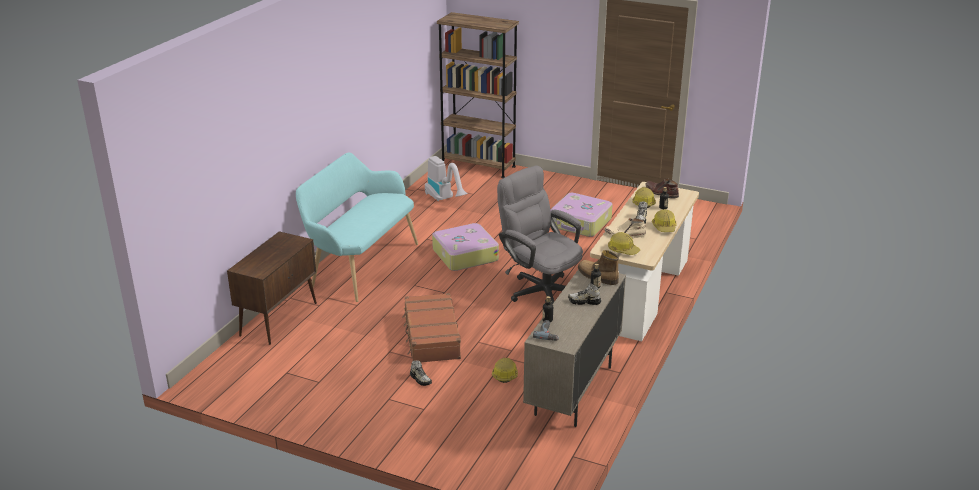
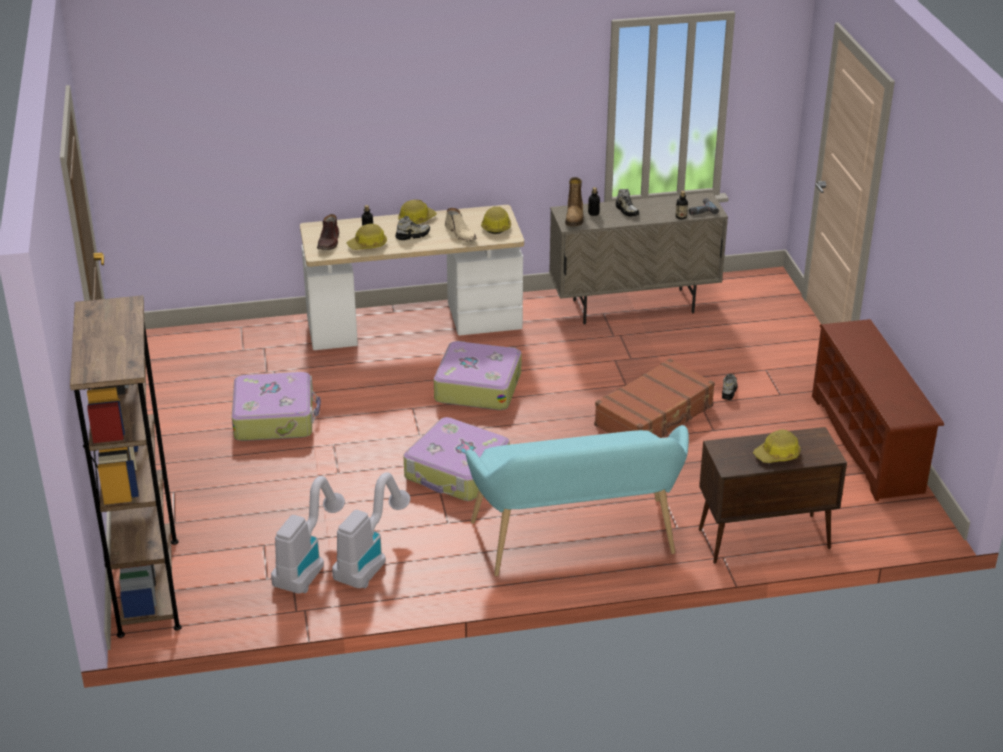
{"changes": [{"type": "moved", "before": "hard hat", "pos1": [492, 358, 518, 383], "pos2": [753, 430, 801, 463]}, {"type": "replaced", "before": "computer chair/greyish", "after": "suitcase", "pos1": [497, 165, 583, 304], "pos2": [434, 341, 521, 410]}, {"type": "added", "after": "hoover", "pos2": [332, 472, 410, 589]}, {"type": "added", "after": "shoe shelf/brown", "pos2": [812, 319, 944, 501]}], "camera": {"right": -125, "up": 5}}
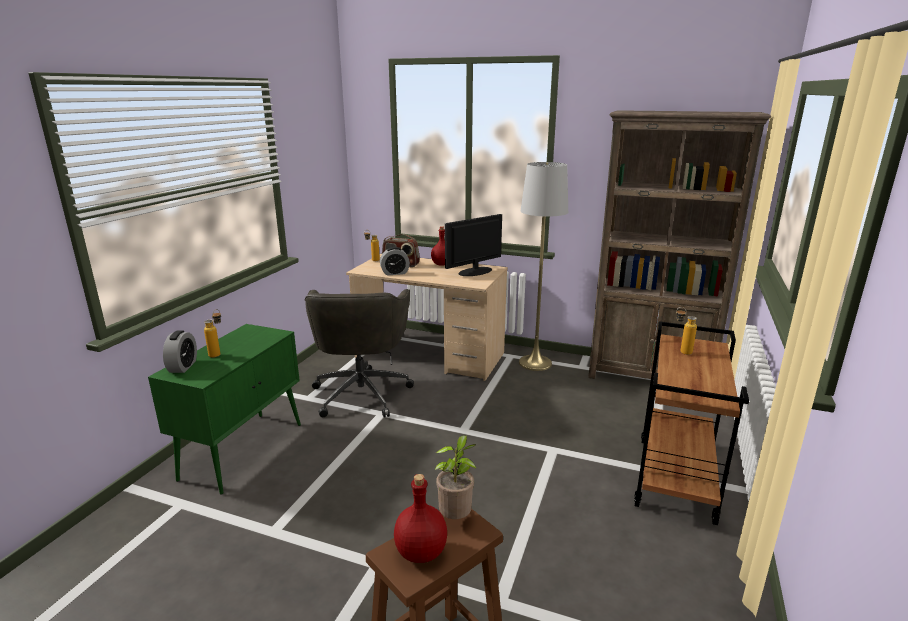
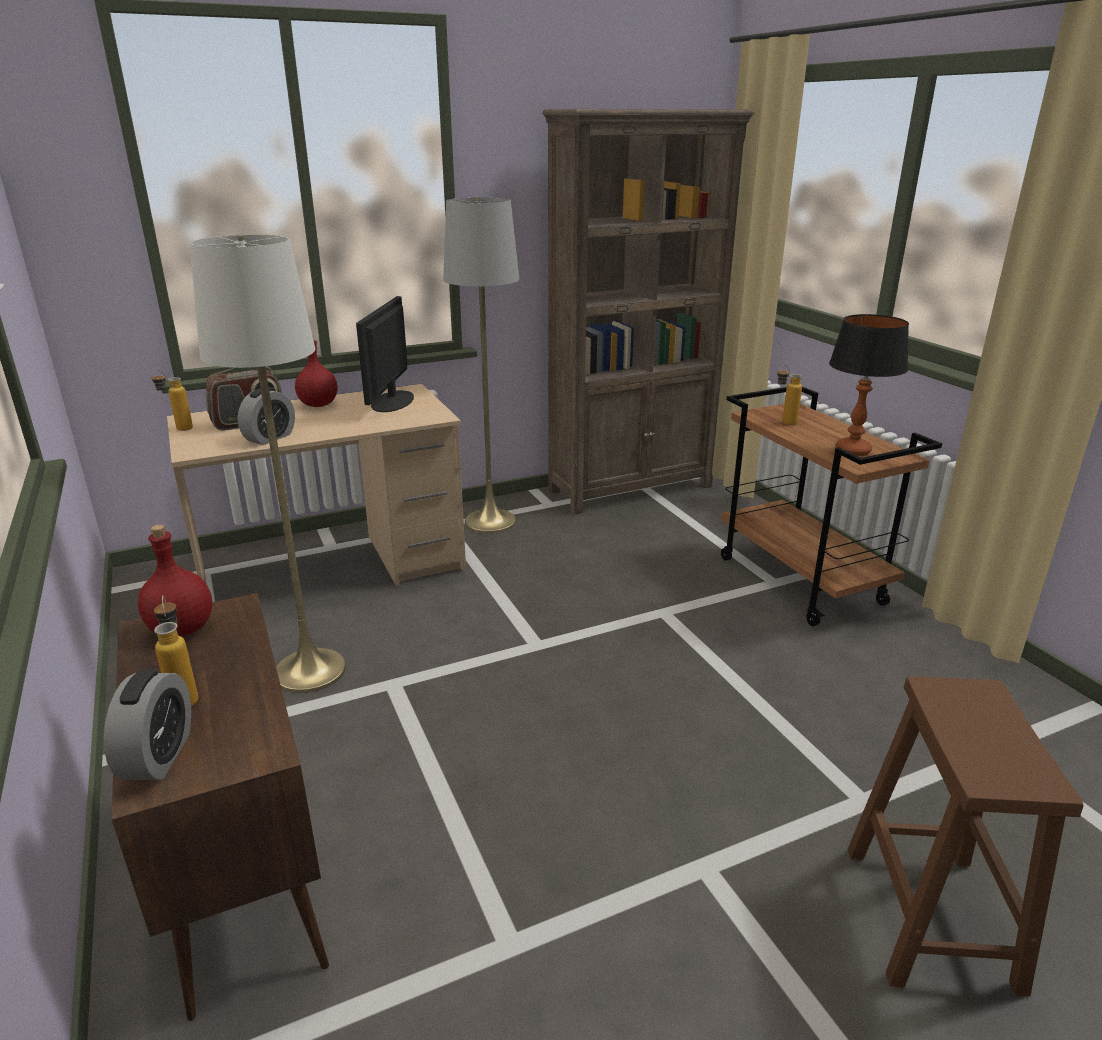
{"changes": [{"type": "recoloured", "before": "storage cabinet/green-coloured", "after": "storage cabinet/brown", "pos1": [148, 324, 301, 495], "pos2": [111, 593, 329, 1021]}, {"type": "turned", "before": "table clock", "pos1": [163, 330, 197, 373], "pos2": [104, 669, 191, 780], "turn": 45}, {"type": "replaced", "before": "computer chair/greyish", "after": "floor lamp/white-coloured", "pos1": [305, 289, 414, 418], "pos2": [190, 234, 346, 693]}, {"type": "moved", "before": "bottle/red-coloured", "pos1": [394, 474, 447, 563], "pos2": [138, 524, 212, 637]}, {"type": "removed", "before": "plant in a pot", "pos1": [435, 435, 476, 519]}, {"type": "added", "after": "lamp for a table", "pos2": [829, 314, 909, 456]}], "camera": {"right": -45, "up": 5}}
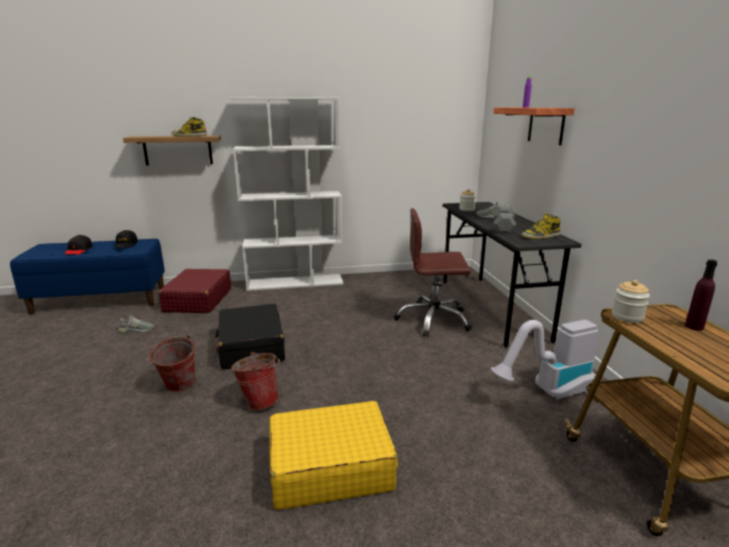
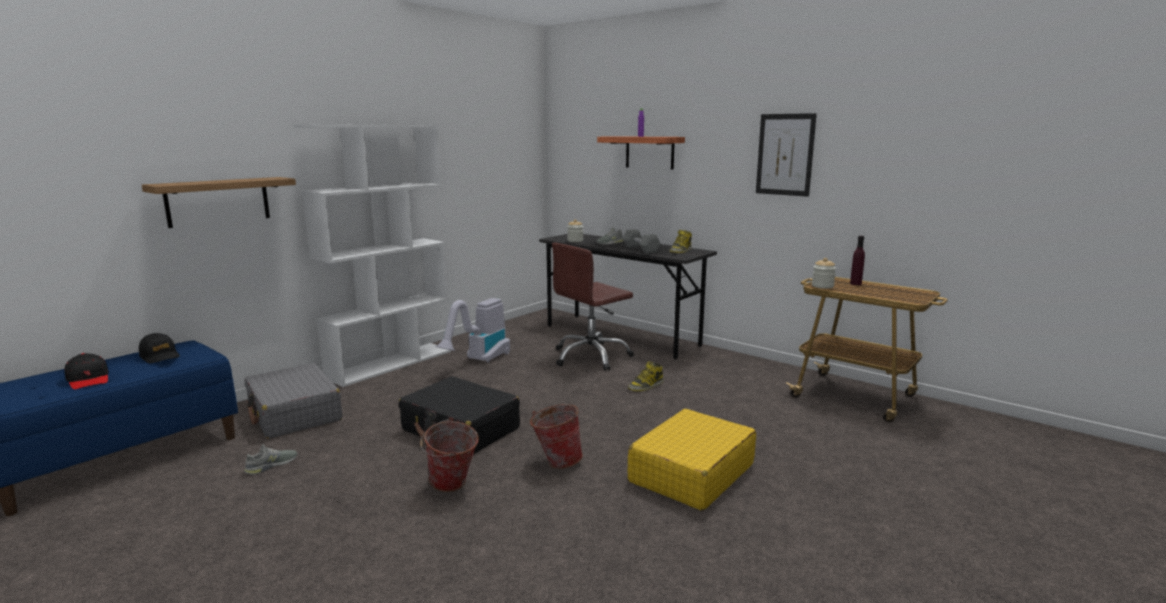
{"changes": [{"type": "recoloured", "before": "suitcase/red-coloured", "after": "suitcase/greyish", "pos1": [159, 269, 231, 313], "pos2": [245, 363, 342, 439]}, {"type": "moved", "before": "high-top boot", "pos1": [171, 117, 207, 137], "pos2": [628, 361, 664, 391]}, {"type": "moved", "before": "hoover", "pos1": [491, 320, 598, 400], "pos2": [435, 298, 510, 363]}, {"type": "added", "after": "wall picture", "pos2": [756, 113, 817, 197]}], "camera": {"right": -40, "up": -5}}
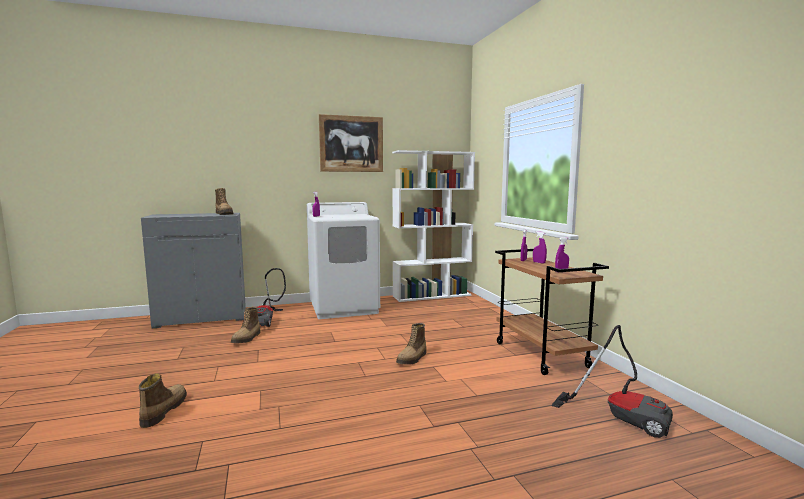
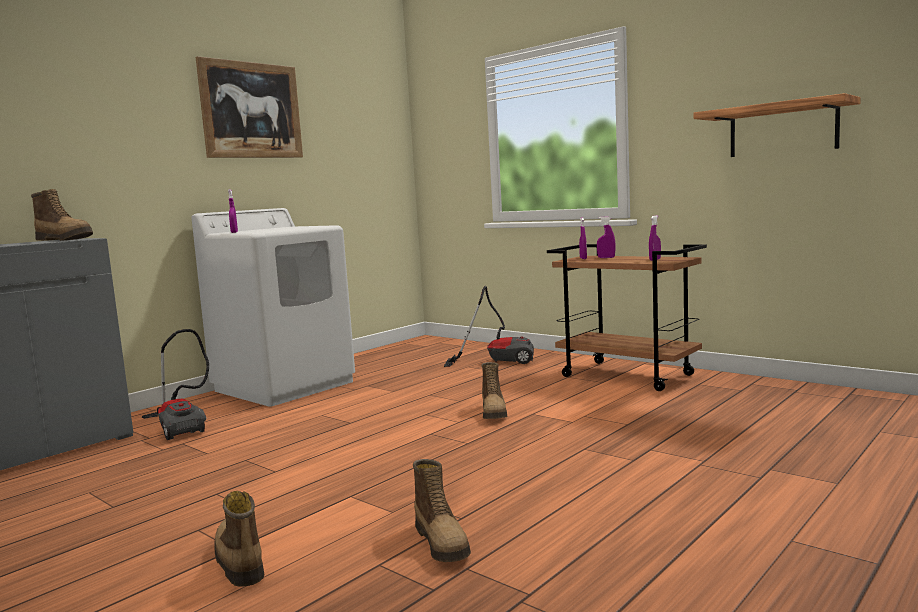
{"changes": [{"type": "moved", "before": "high-top boot", "pos1": [231, 307, 261, 343], "pos2": [413, 459, 471, 562]}, {"type": "removed", "before": "bookshelf/white-coloured", "pos1": [392, 150, 475, 302]}, {"type": "moved", "before": "hoover", "pos1": [552, 325, 673, 438], "pos2": [444, 286, 534, 367]}, {"type": "added", "after": "bracket shelf", "pos2": [694, 93, 861, 157]}], "camera": {"right": -30, "up": 0}}
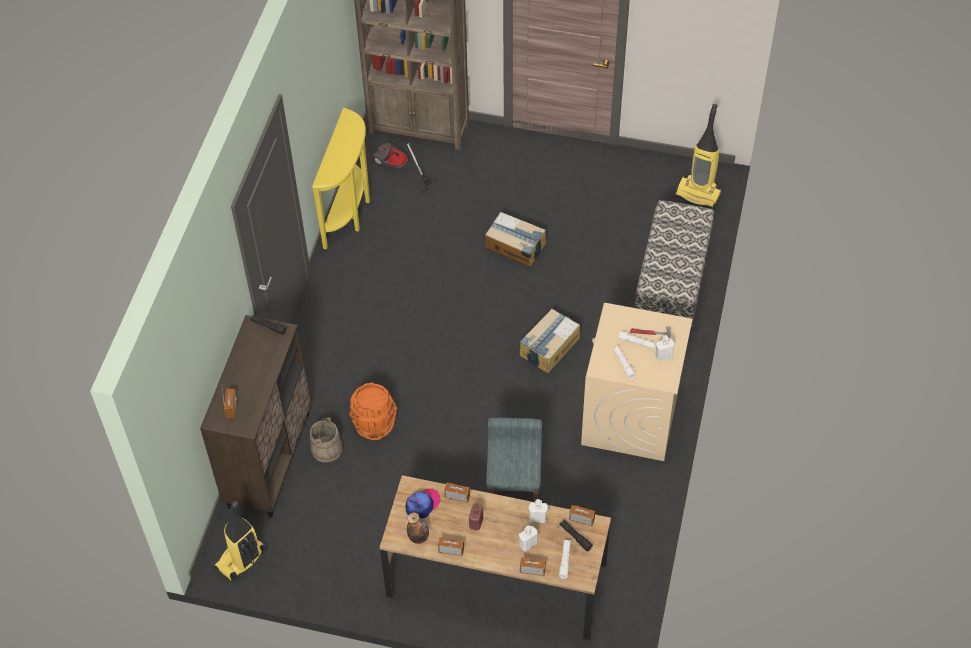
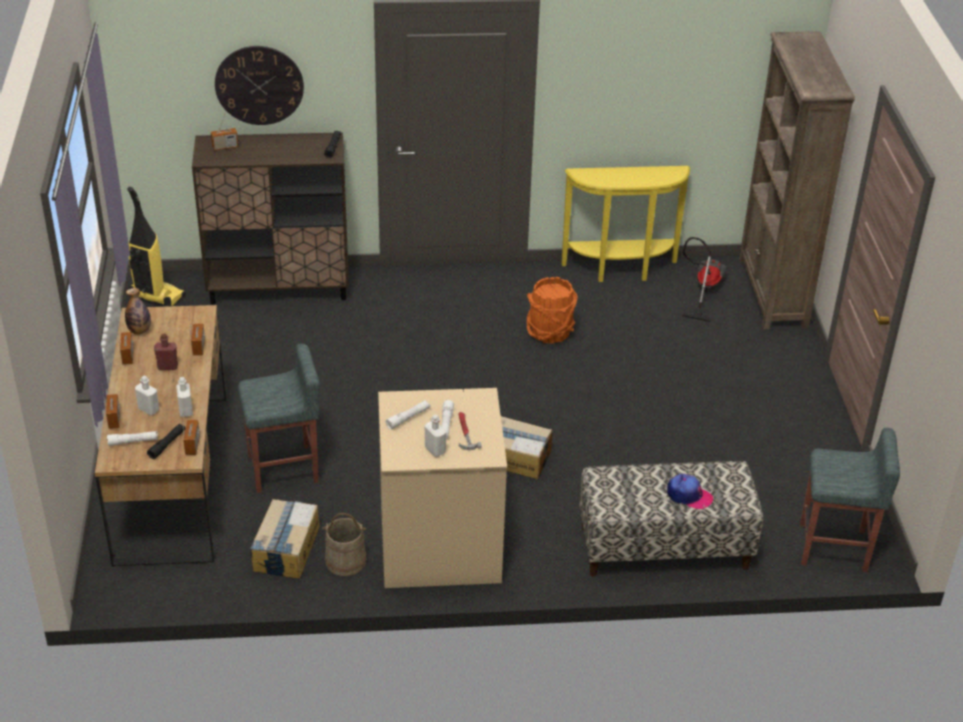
{"changes": [{"type": "moved", "before": "water bucket/beige", "pos1": [310, 417, 342, 463], "pos2": [322, 513, 366, 576]}, {"type": "moved", "before": "water bucket/orange-coloured", "pos1": [349, 383, 397, 440], "pos2": [527, 277, 577, 344]}, {"type": "moved", "before": "peaked cap", "pos1": [405, 489, 441, 519], "pos2": [667, 474, 713, 509]}, {"type": "moved", "before": "packing box", "pos1": [485, 212, 546, 267], "pos2": [250, 499, 320, 578]}, {"type": "replaced", "before": "hoover", "after": "stool seat/greyish", "pos1": [675, 104, 722, 209], "pos2": [800, 428, 900, 572]}, {"type": "added", "after": "clock on the wall", "pos2": [215, 46, 304, 125]}], "camera": {"right": 70, "up": -15}}
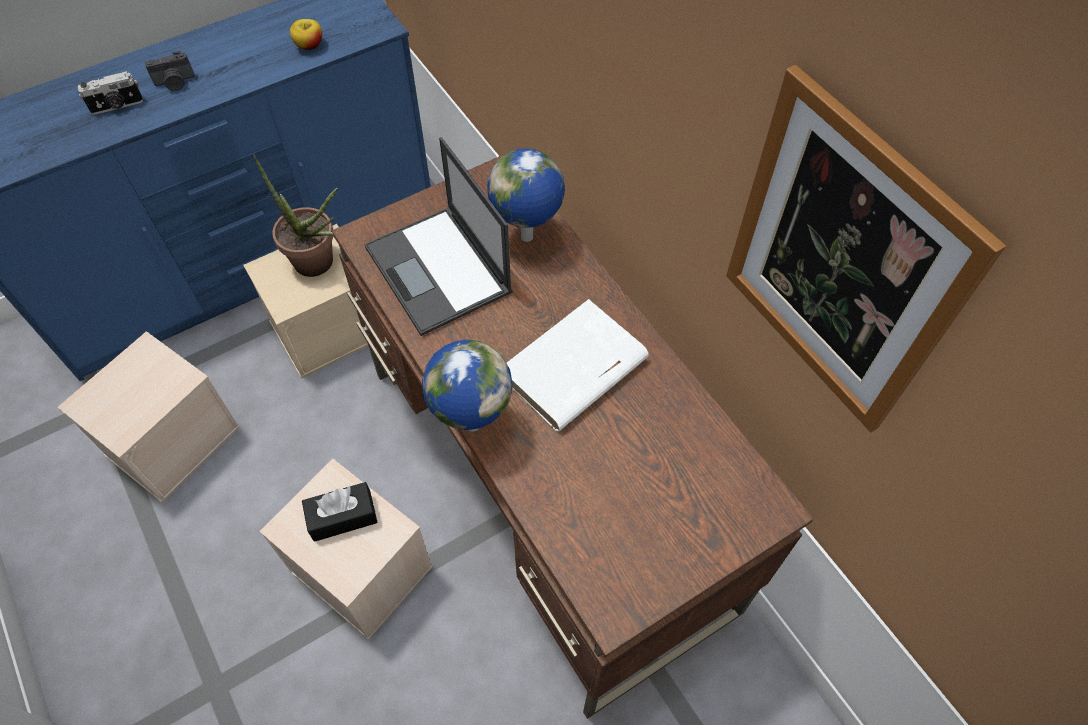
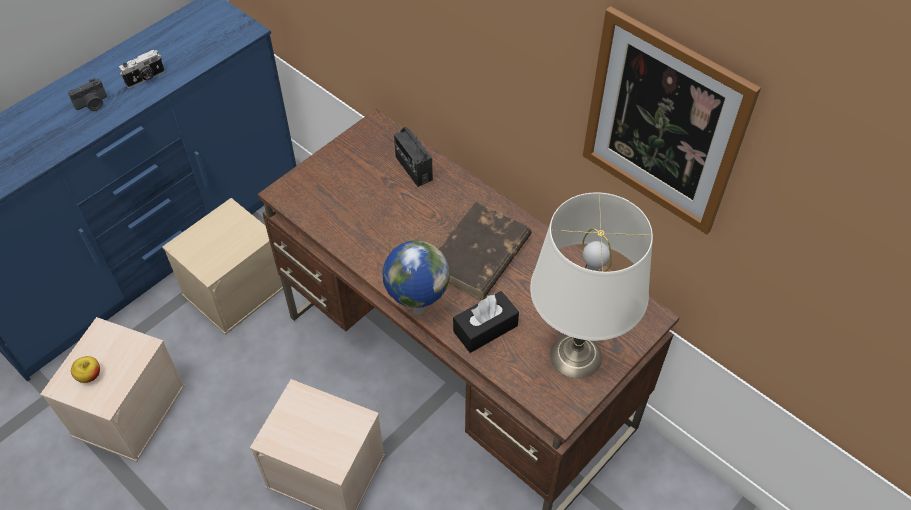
{"changes": [{"type": "moved", "before": "photo camera", "pos1": [78, 71, 143, 115], "pos2": [119, 50, 165, 88]}, {"type": "removed", "before": "plant in a pot", "pos1": [253, 154, 338, 277]}, {"type": "moved", "before": "apple fruit", "pos1": [290, 19, 322, 50], "pos2": [71, 356, 100, 383]}, {"type": "moved", "before": "tissue holder/black", "pos1": [302, 482, 377, 542], "pos2": [453, 291, 519, 353]}, {"type": "removed", "before": "laptop", "pos1": [364, 137, 512, 336]}, {"type": "replaced", "before": "globe", "after": "radio set", "pos1": [487, 148, 565, 242], "pos2": [394, 127, 433, 187]}, {"type": "recoloured", "before": "book/white-coloured", "after": "book/brown", "pos1": [507, 299, 649, 431], "pos2": [439, 202, 532, 300]}, {"type": "added", "after": "lamp for a table/white-coloured", "pos2": [530, 192, 653, 378]}], "camera": {"right": -15, "up": -5}}
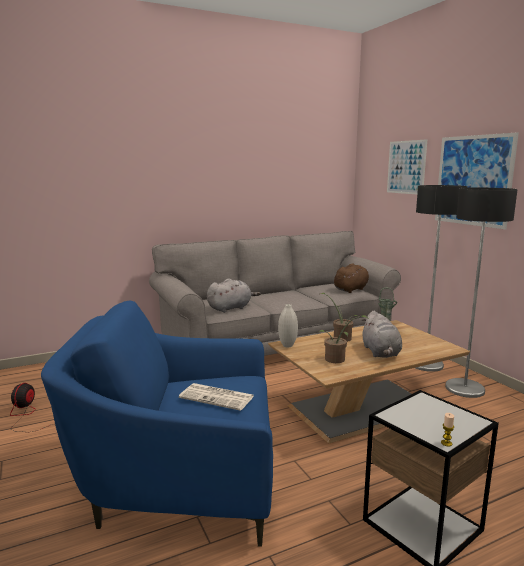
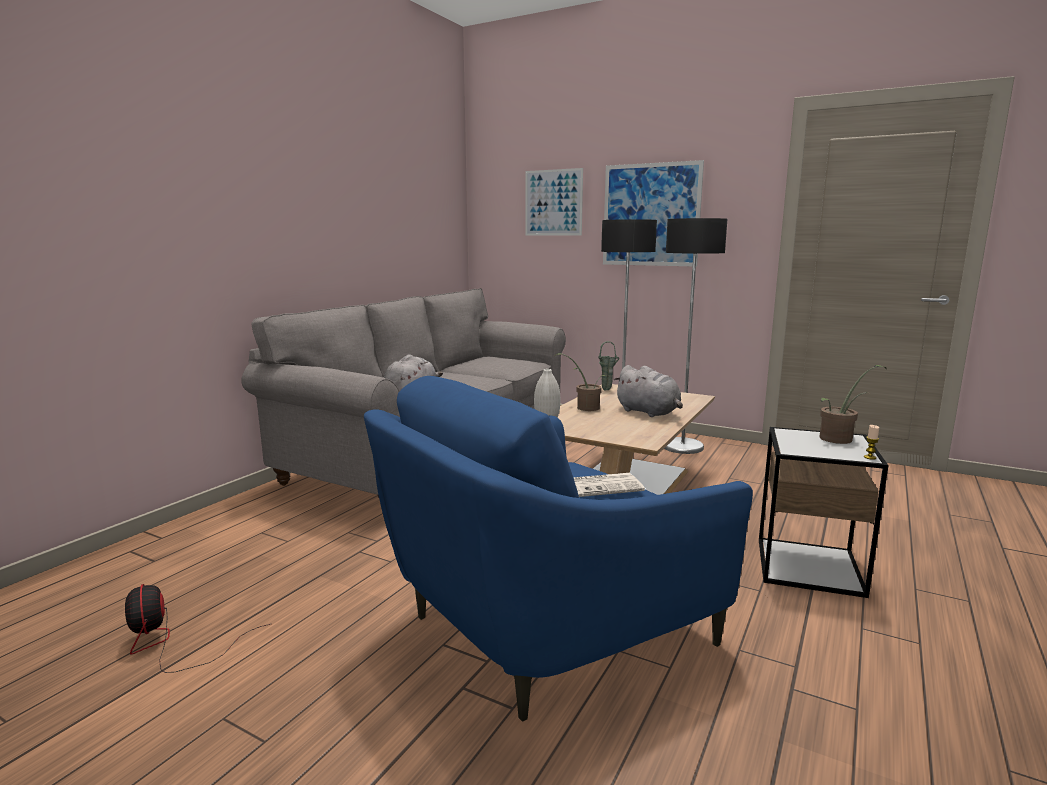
{"changes": [{"type": "moved", "before": "plant in a pot", "pos1": [319, 315, 368, 363], "pos2": [819, 365, 886, 444]}, {"type": "removed", "before": "soft toy/brown", "pos1": [334, 263, 369, 293]}], "camera": {"right": -35, "up": 0}}
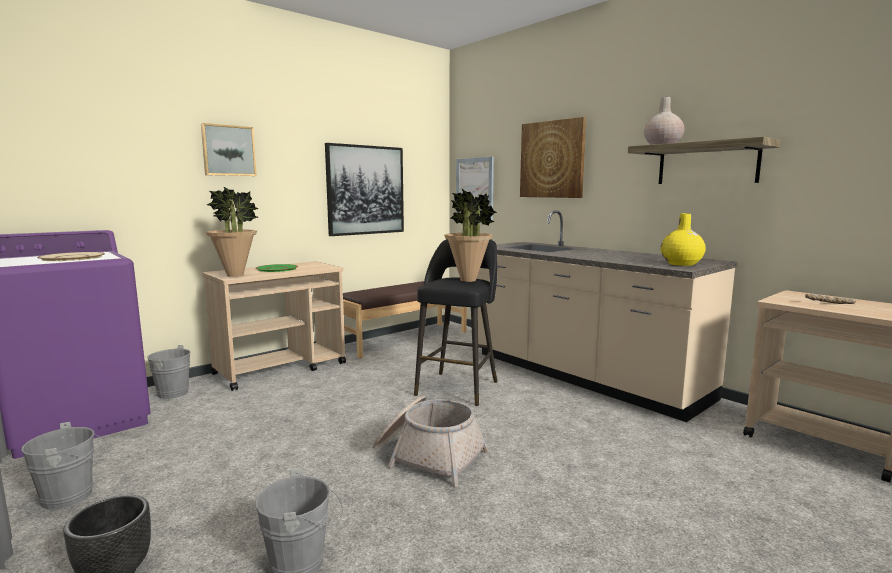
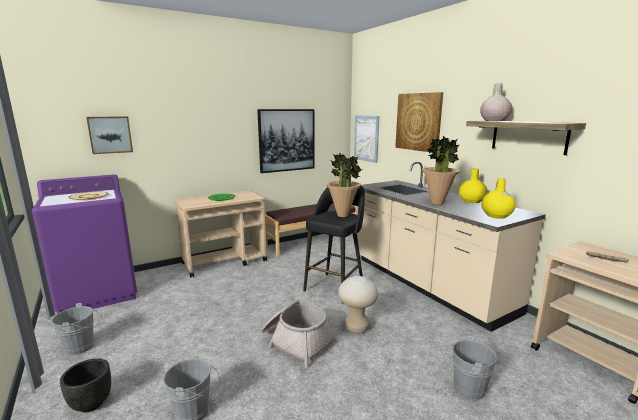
{"changes": [{"type": "moved", "before": "water bucket/greyish", "pos1": [145, 345, 191, 399], "pos2": [444, 336, 497, 400]}, {"type": "moved", "before": "wall picture", "pos1": [201, 123, 257, 176], "pos2": [87, 116, 133, 154]}, {"type": "moved", "before": "plant in a pot", "pos1": [206, 187, 258, 277], "pos2": [422, 136, 460, 205]}, {"type": "added", "after": "stool seat/beige", "pos2": [338, 276, 378, 334]}, {"type": "added", "after": "flower vase/yellow", "pos2": [459, 169, 488, 203]}], "camera": {"right": 10, "up": 5}}
